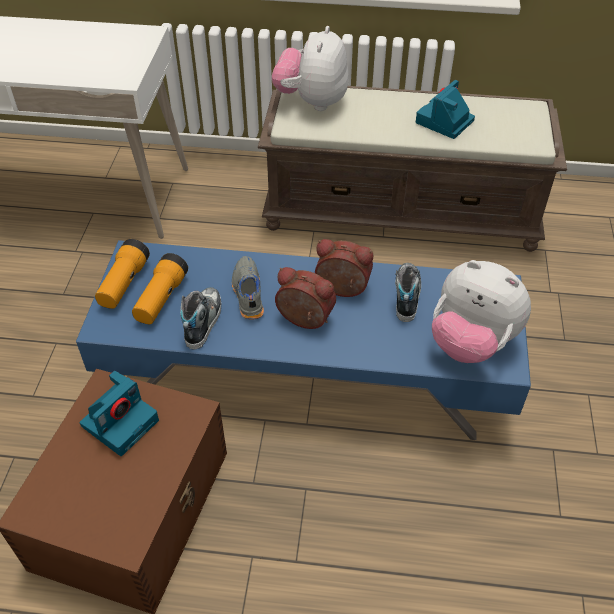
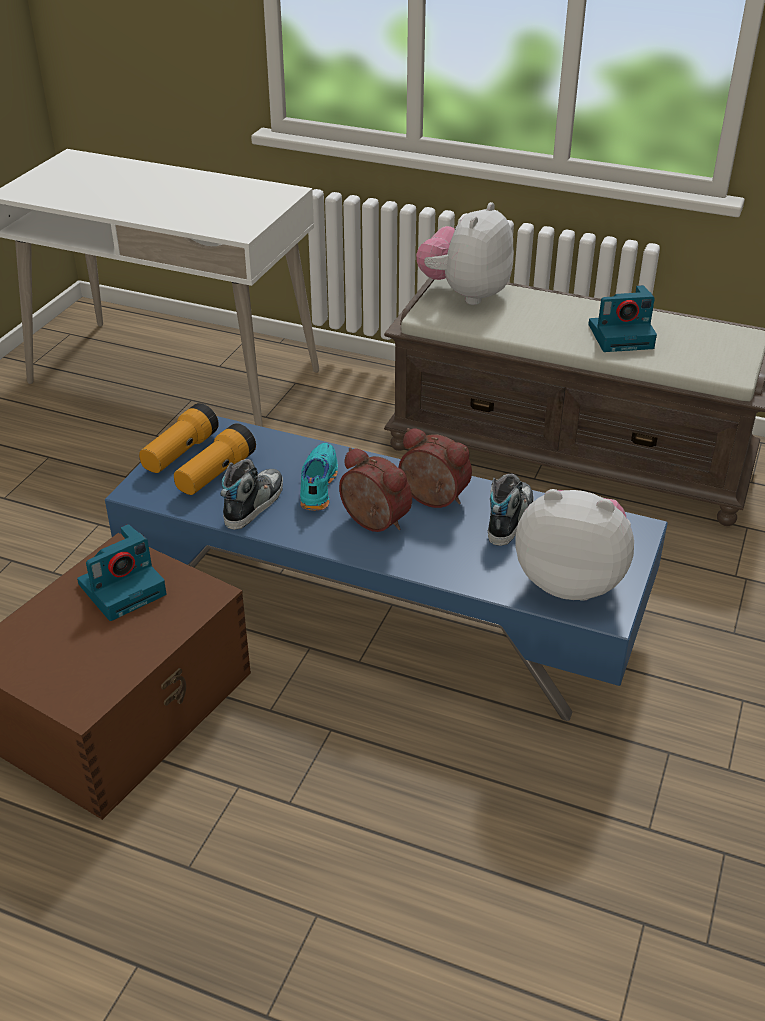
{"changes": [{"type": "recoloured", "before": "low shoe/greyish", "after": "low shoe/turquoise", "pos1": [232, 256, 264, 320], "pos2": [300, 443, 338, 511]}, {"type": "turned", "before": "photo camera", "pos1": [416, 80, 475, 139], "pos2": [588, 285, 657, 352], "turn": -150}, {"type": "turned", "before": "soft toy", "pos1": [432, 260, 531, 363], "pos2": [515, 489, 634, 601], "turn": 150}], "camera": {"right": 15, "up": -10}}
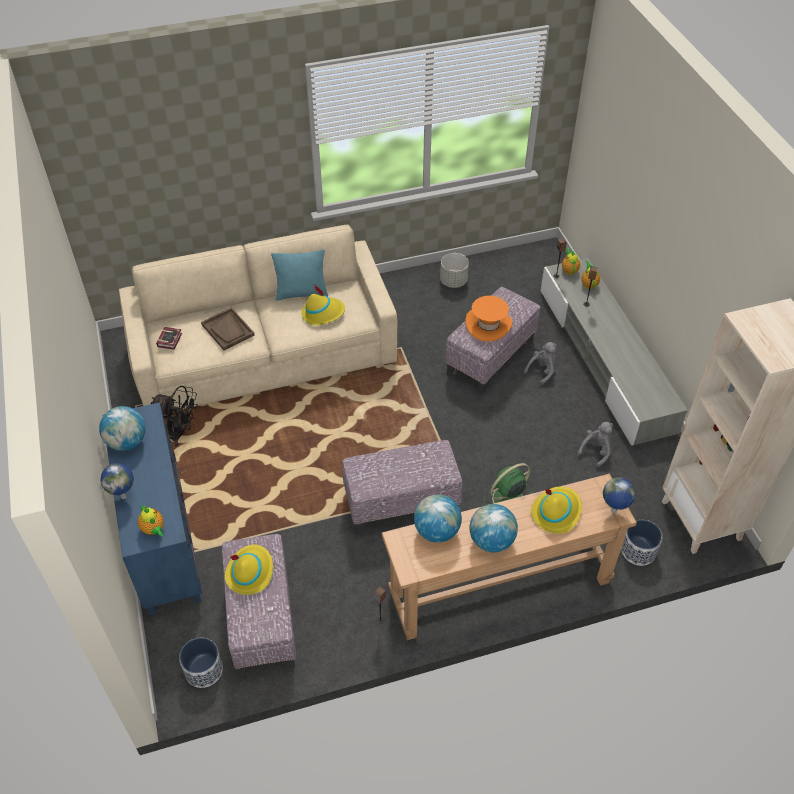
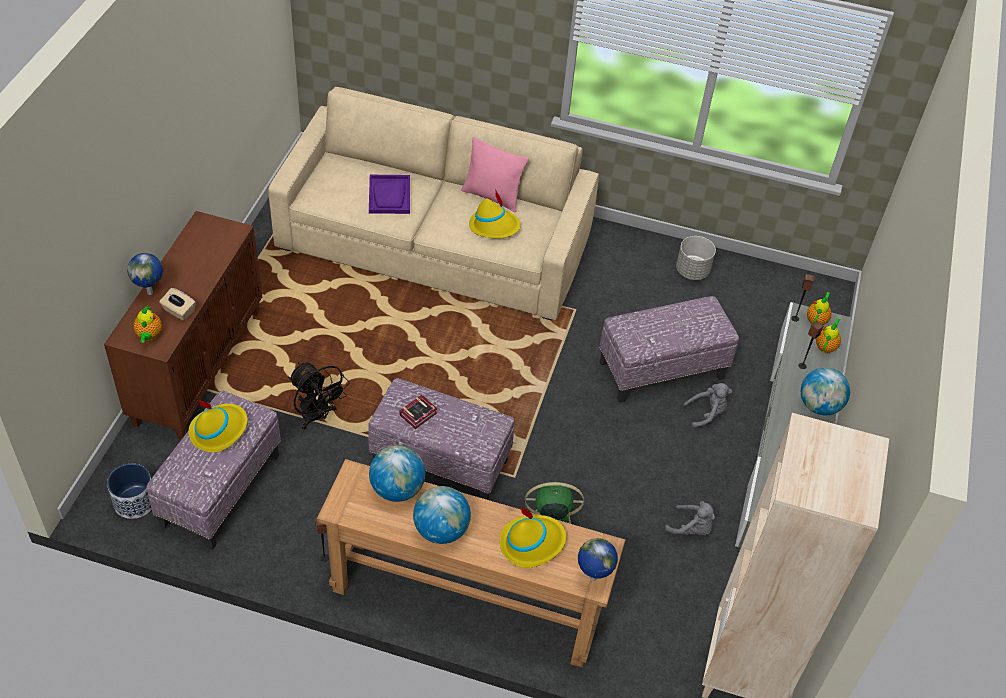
{"changes": [{"type": "moved", "before": "globe", "pos1": [99, 406, 146, 451], "pos2": [801, 367, 850, 415]}, {"type": "recoloured", "before": "storage cabinet/bluish", "after": "storage cabinet/brown", "pos1": [102, 402, 202, 615], "pos2": [104, 211, 262, 440]}, {"type": "moved", "before": "fan/black", "pos1": [151, 386, 197, 446], "pos2": [288, 362, 350, 430]}, {"type": "moved", "before": "book", "pos1": [156, 327, 182, 350], "pos2": [400, 395, 438, 429]}, {"type": "recoloured", "before": "tray/brown", "after": "tray/purplish", "pos1": [201, 307, 255, 350], "pos2": [369, 175, 410, 214]}, {"type": "recoloured", "before": "pillow/turquoise", "after": "pillow/pinkish", "pos1": [271, 249, 328, 301], "pos2": [461, 137, 529, 212]}, {"type": "removed", "before": "clothing hat/orange-coloured", "pos1": [465, 296, 513, 342]}, {"type": "turned", "before": "soft toy/greyish", "pos1": [577, 422, 613, 468], "pos2": [665, 501, 715, 535], "turn": 45}, {"type": "removed", "before": "flower pot", "pos1": [621, 520, 663, 566]}, {"type": "added", "after": "tissue holder/beige", "pos2": [159, 288, 196, 321]}], "camera": {"right": 30, "up": 0}}
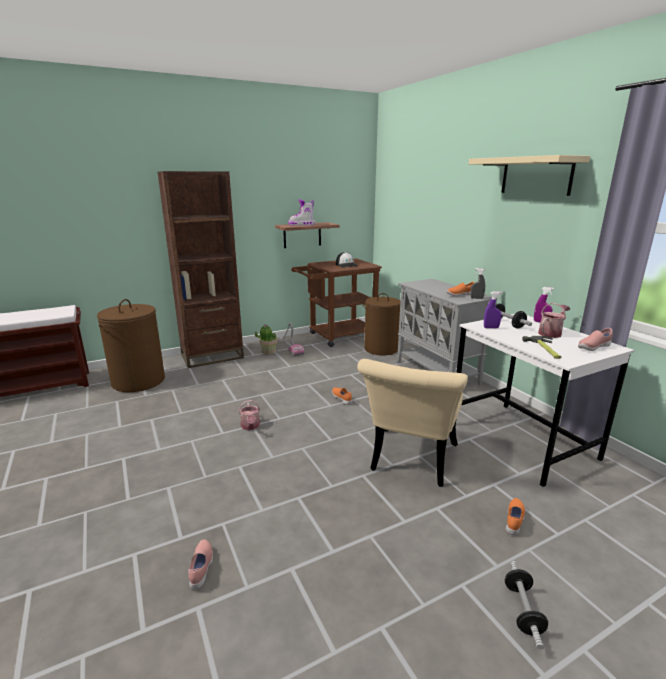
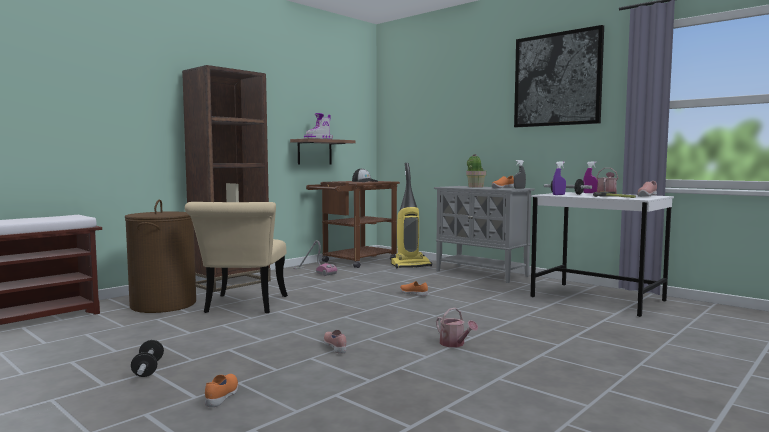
{"changes": [{"type": "moved", "before": "low shoe/pinkish", "pos1": [188, 539, 213, 590], "pos2": [324, 330, 346, 354]}, {"type": "moved", "before": "sprinkling can", "pos1": [239, 400, 260, 430], "pos2": [436, 308, 478, 347]}, {"type": "moved", "before": "plant in a pot", "pos1": [255, 325, 278, 354], "pos2": [466, 154, 486, 188]}, {"type": "moved", "before": "upright chair/beige", "pos1": [357, 359, 468, 487], "pos2": [185, 202, 288, 313]}, {"type": "replaced", "before": "hamper/brown", "after": "hoover", "pos1": [361, 293, 400, 356], "pos2": [391, 163, 432, 268]}, {"type": "replaced", "before": "bracket shelf/beige", "after": "wall picture", "pos1": [469, 155, 590, 196], "pos2": [514, 25, 604, 127]}, {"type": "moved", "before": "hand weight", "pos1": [505, 561, 548, 649], "pos2": [131, 340, 164, 377]}, {"type": "moved", "before": "low shoe/orange-coloured", "pos1": [506, 498, 525, 535], "pos2": [205, 374, 238, 407]}], "camera": {"right": -20, "up": -15}}
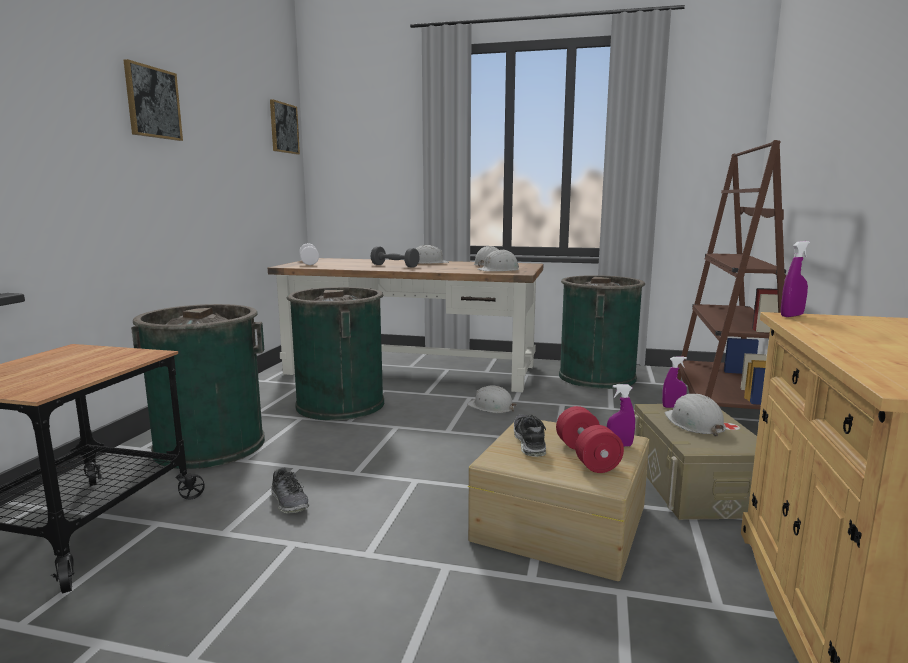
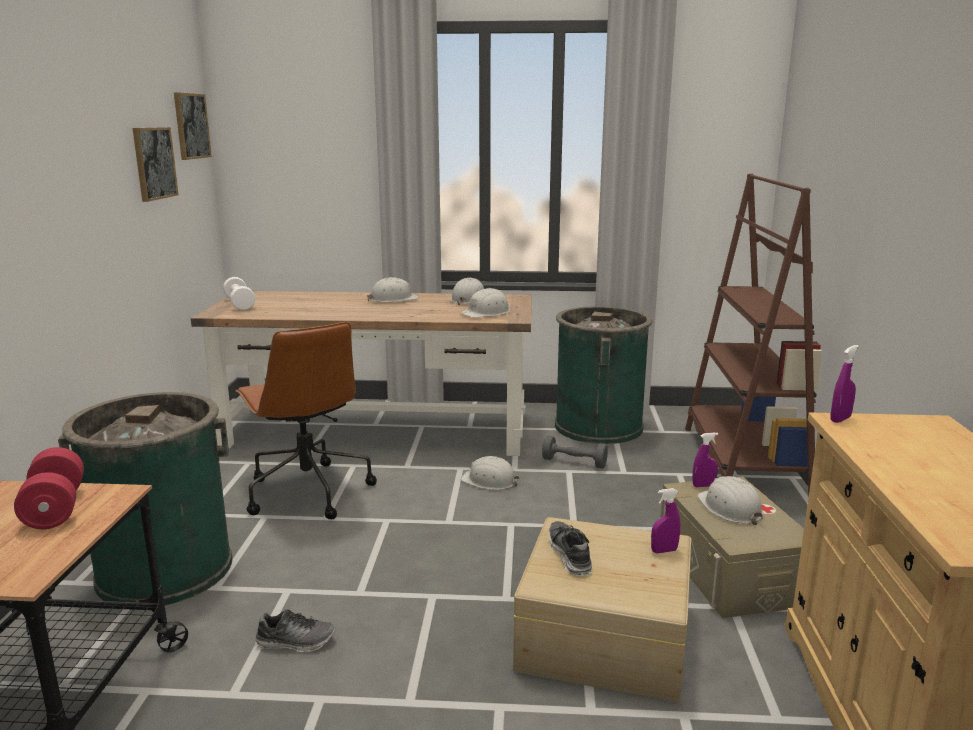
{"changes": [{"type": "moved", "before": "wall picture", "pos1": [124, 59, 183, 141], "pos2": [133, 127, 179, 202]}, {"type": "turned", "before": "low shoe", "pos1": [271, 467, 309, 514], "pos2": [255, 610, 335, 652], "turn": -45}, {"type": "replaced", "before": "trash can/green-coloured", "after": "computer chair/brown", "pos1": [287, 287, 384, 421], "pos2": [236, 322, 377, 519]}, {"type": "moved", "before": "hand weight/greyish", "pos1": [371, 246, 420, 268], "pos2": [542, 436, 608, 469]}, {"type": "moved", "before": "hand weight/red-coloured", "pos1": [556, 406, 624, 473], "pos2": [14, 447, 84, 529]}], "camera": {"right": -10, "up": 5}}
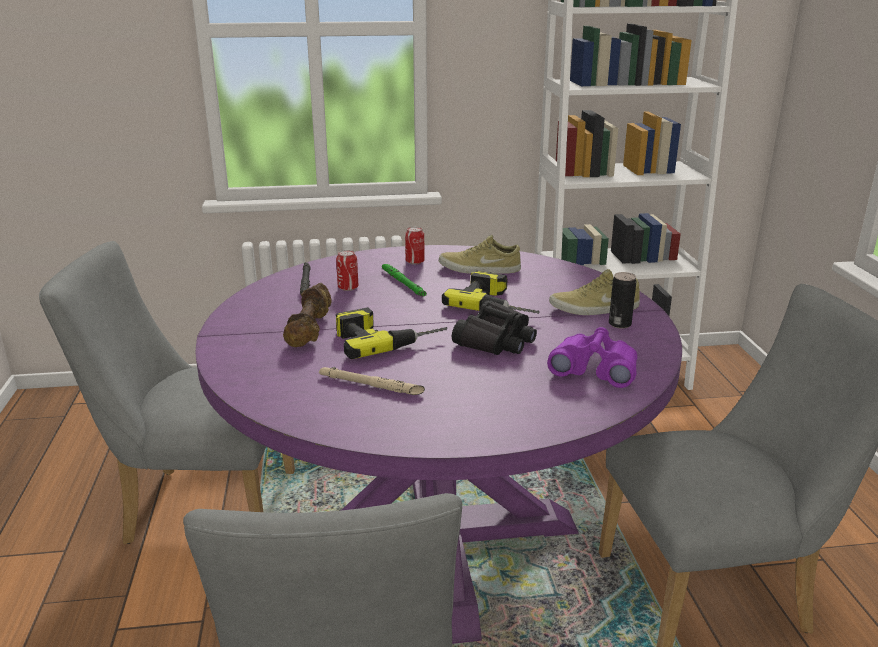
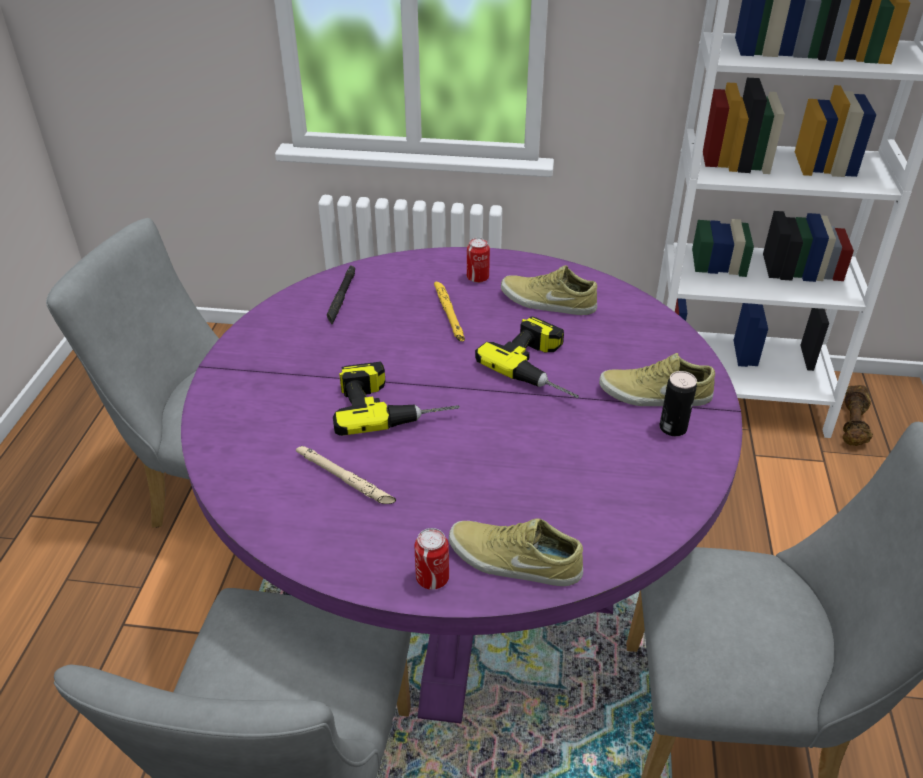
{"changes": [{"type": "moved", "before": "hand weight/brown", "pos1": [283, 283, 332, 347], "pos2": [843, 385, 873, 446]}, {"type": "moved", "before": "metal can", "pos1": [336, 250, 358, 291], "pos2": [415, 528, 449, 590]}, {"type": "recoloured", "before": "hand torch/green-coloured", "after": "hand torch/yellow", "pos1": [382, 264, 427, 297], "pos2": [434, 282, 465, 342]}, {"type": "removed", "before": "pair of binoculars/black", "pos1": [452, 301, 537, 355]}, {"type": "removed", "before": "pair of binoculars/purplish", "pos1": [547, 327, 637, 388]}, {"type": "added", "after": "low shoe/beige", "pos2": [449, 518, 583, 586]}], "camera": {"right": 15, "up": 15}}
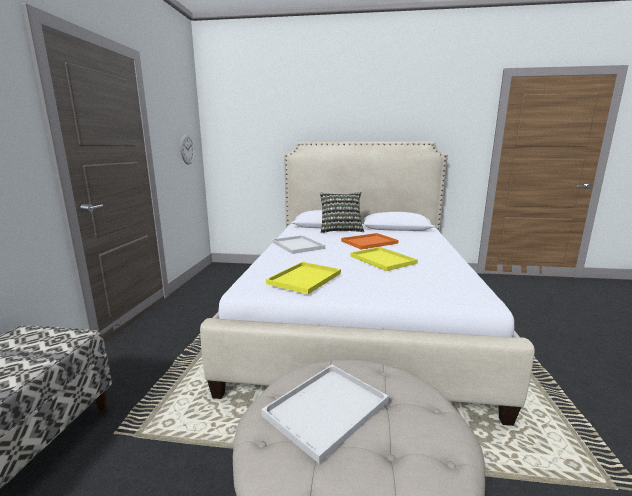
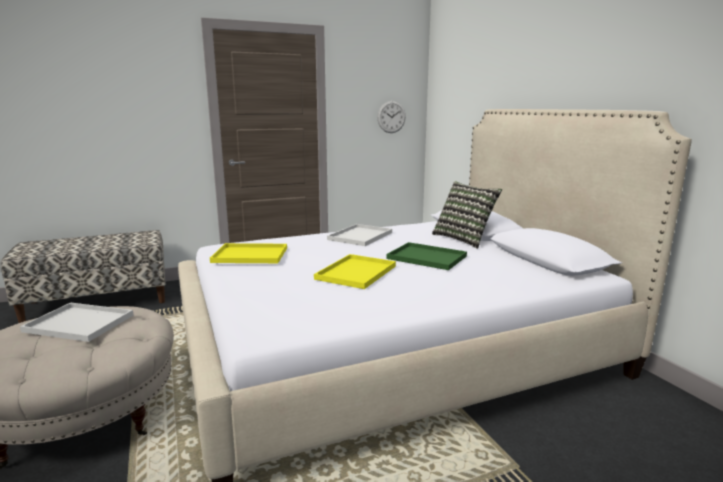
{"changes": [{"type": "recoloured", "before": "tray/orange-coloured", "after": "tray/green-coloured", "pos1": [341, 233, 399, 250], "pos2": [387, 242, 467, 270]}], "camera": {"right": 60, "up": 0}}
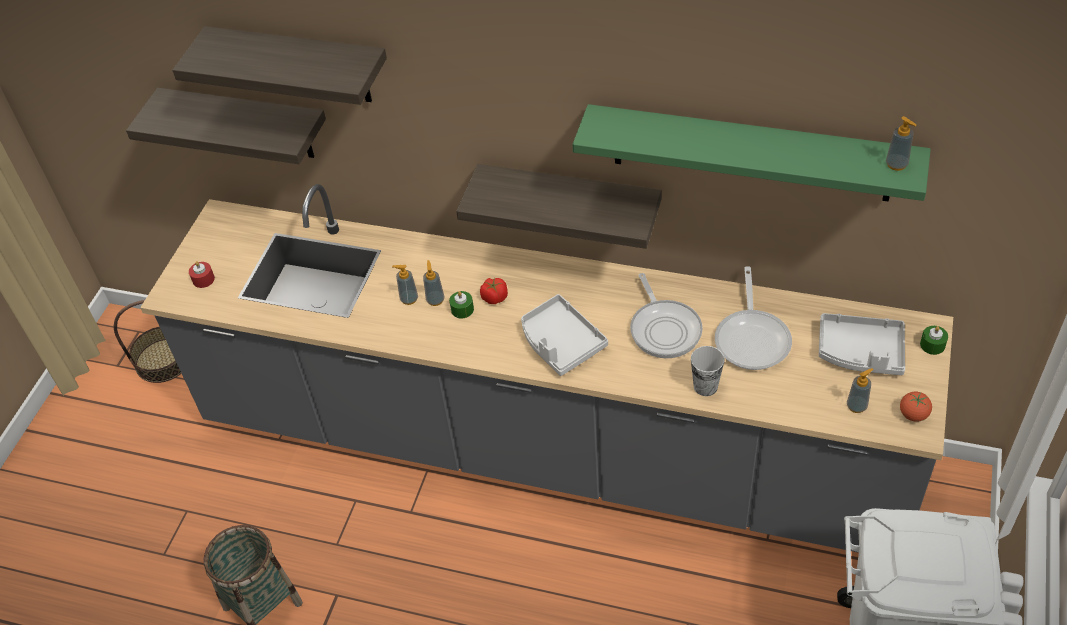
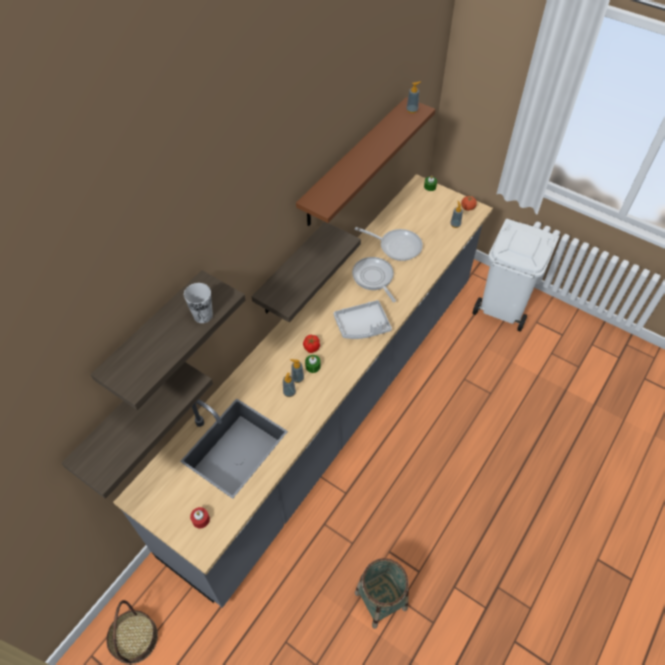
{"changes": [{"type": "recoloured", "before": "bracket shelf/green-coloured", "after": "bracket shelf/brown", "pos1": [572, 104, 931, 202], "pos2": [296, 97, 435, 226]}, {"type": "turned", "before": "frying pan", "pos1": [630, 273, 703, 358], "pos2": [352, 257, 396, 302], "turn": -120}, {"type": "moved", "before": "drinking cup", "pos1": [691, 346, 725, 396], "pos2": [184, 283, 213, 323]}, {"type": "removed", "before": "tray/greyish", "pos1": [819, 313, 905, 375]}], "camera": {"right": -75, "up": 5}}
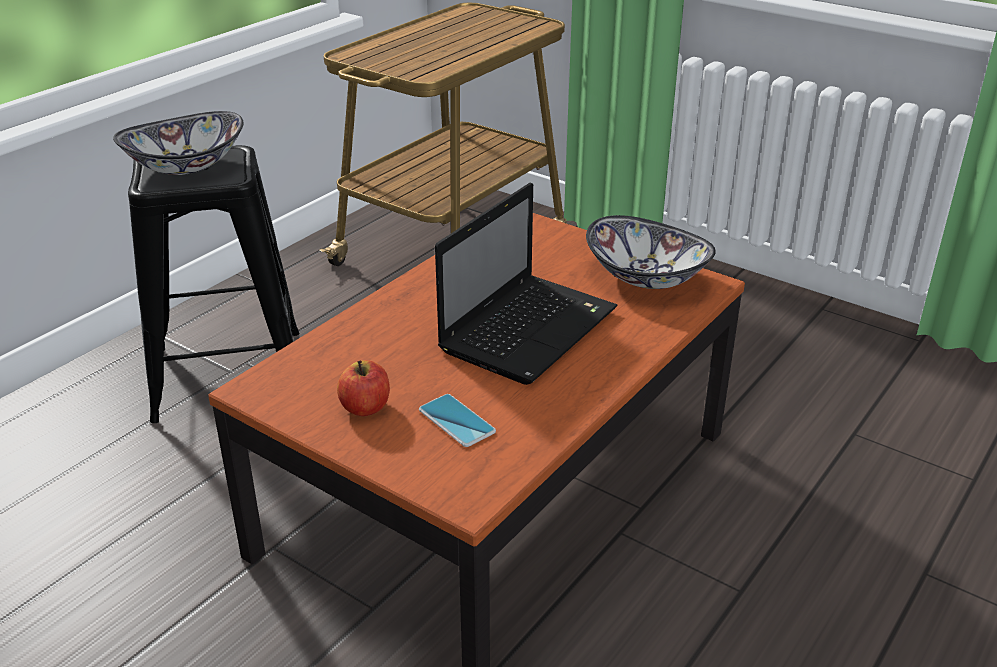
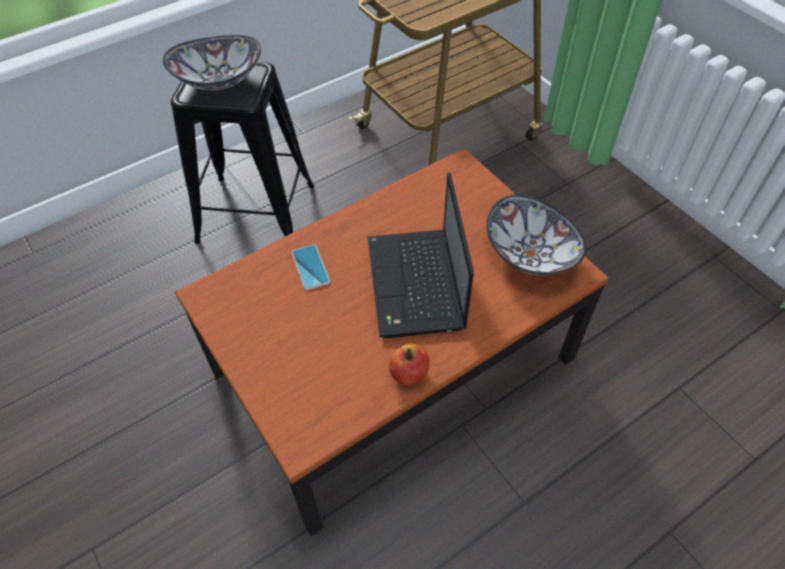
{"changes": [{"type": "moved", "before": "apple fruit", "pos1": [337, 360, 390, 416], "pos2": [389, 344, 429, 385]}, {"type": "moved", "before": "telephone", "pos1": [419, 394, 496, 447], "pos2": [291, 245, 330, 290]}, {"type": "turned", "before": "laptop", "pos1": [435, 183, 618, 385], "pos2": [368, 173, 474, 338], "turn": 120}], "camera": {"right": 20, "up": 20}}
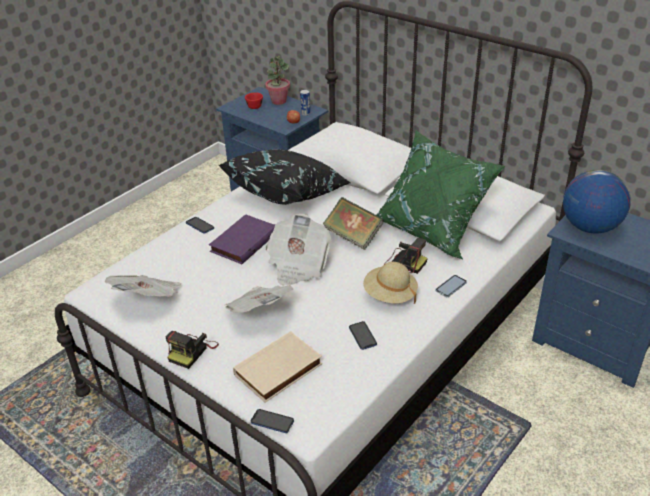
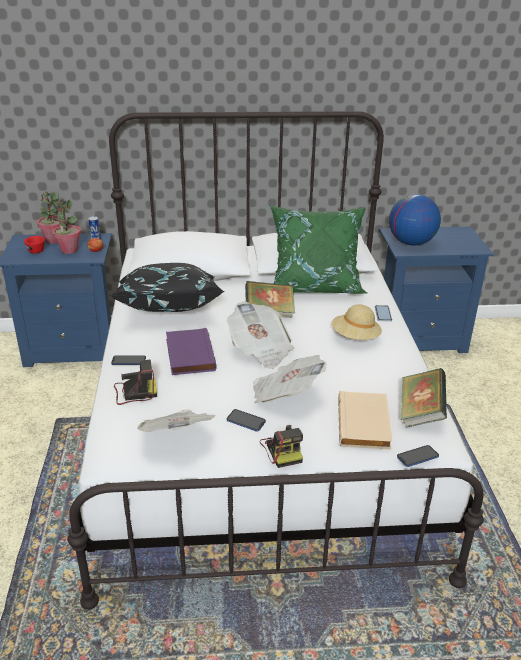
{"changes": [{"type": "moved", "before": "telephone", "pos1": [349, 321, 377, 350], "pos2": [227, 409, 266, 432]}, {"type": "moved", "before": "photo camera", "pos1": [387, 238, 428, 274], "pos2": [114, 360, 157, 405]}, {"type": "added", "after": "plant in a pot", "pos2": [51, 199, 81, 254]}, {"type": "added", "after": "book", "pos2": [401, 368, 447, 428]}], "camera": {"right": -45, "up": -5}}
